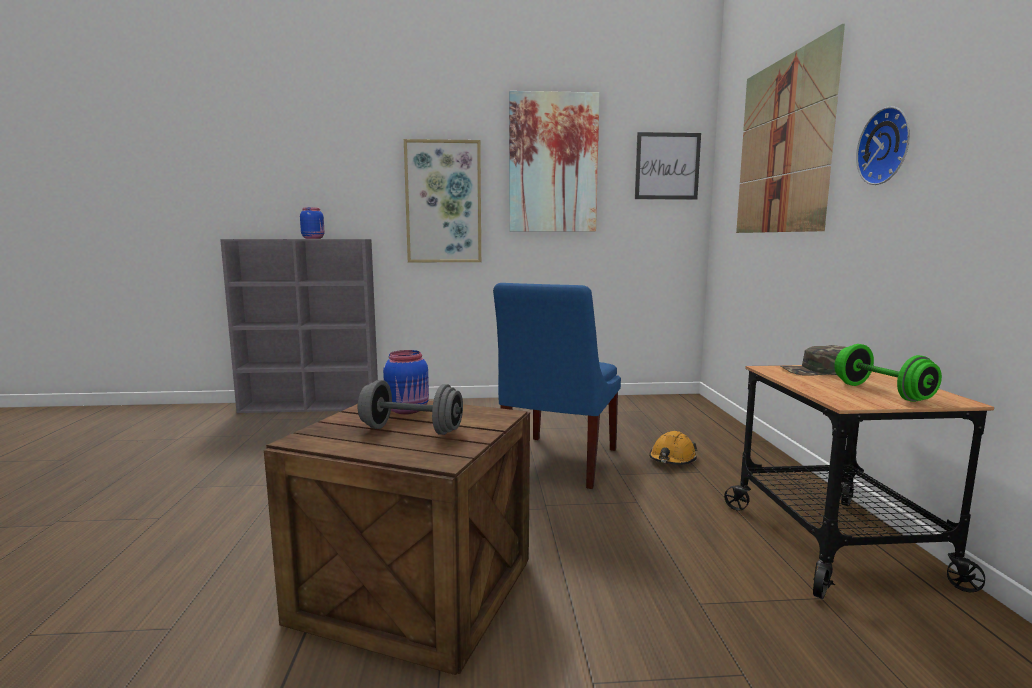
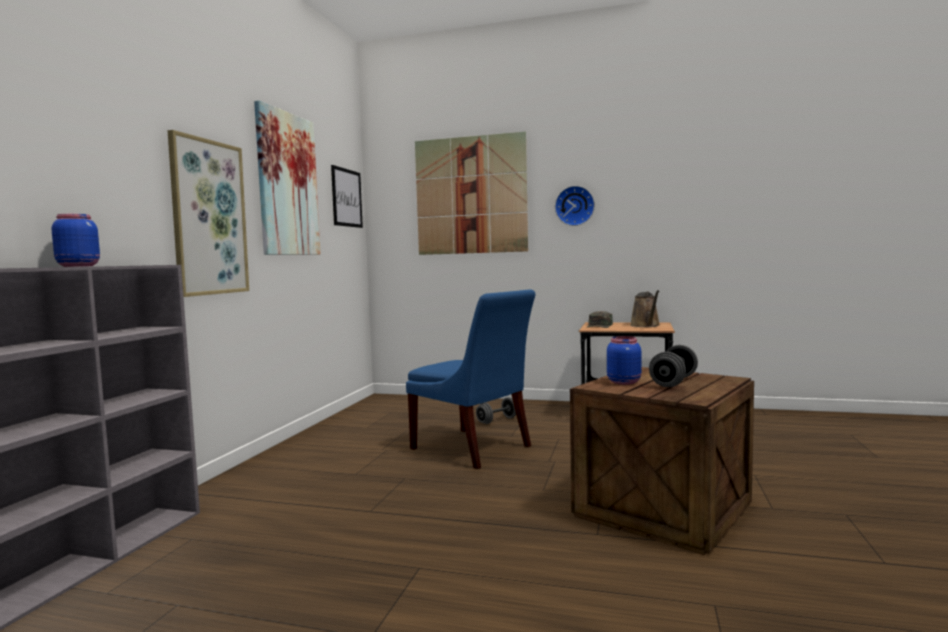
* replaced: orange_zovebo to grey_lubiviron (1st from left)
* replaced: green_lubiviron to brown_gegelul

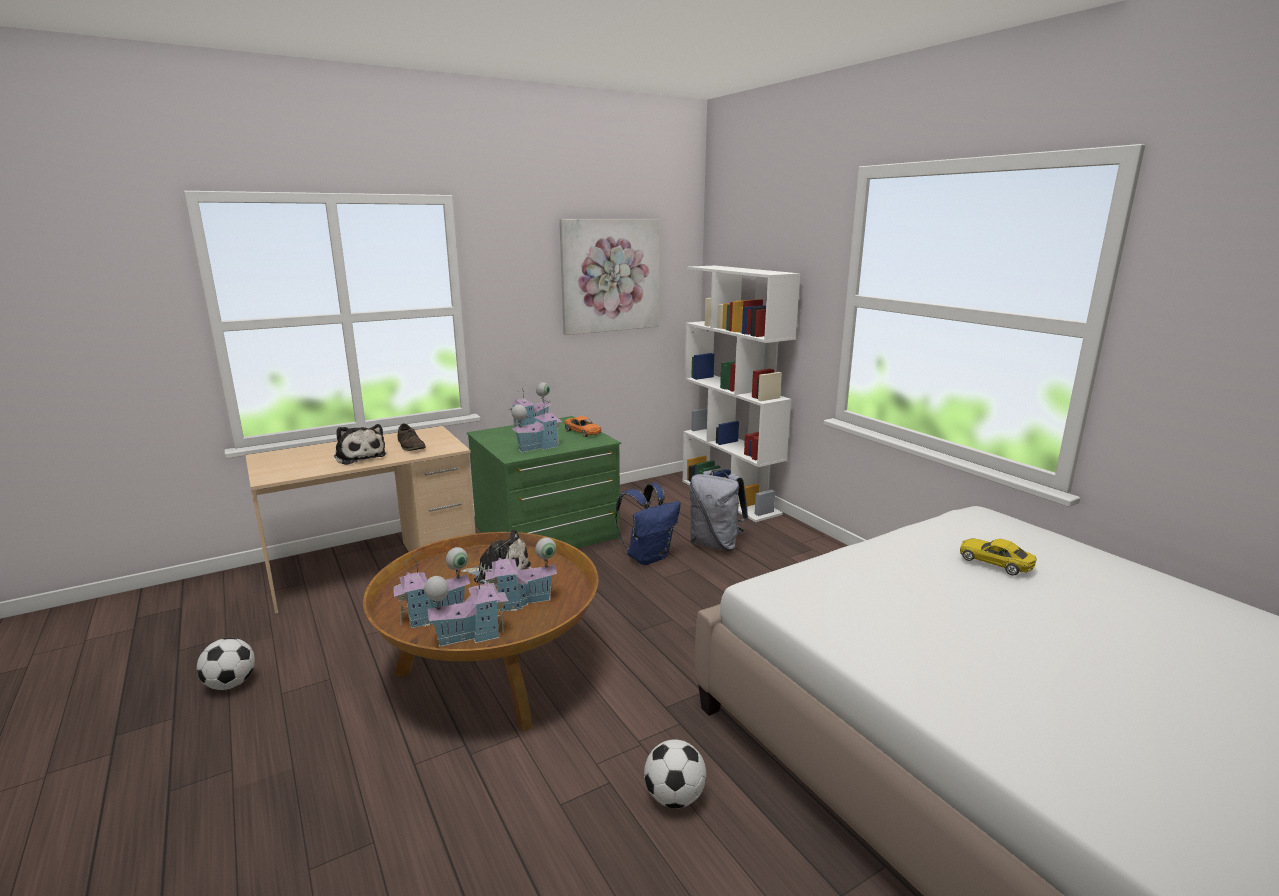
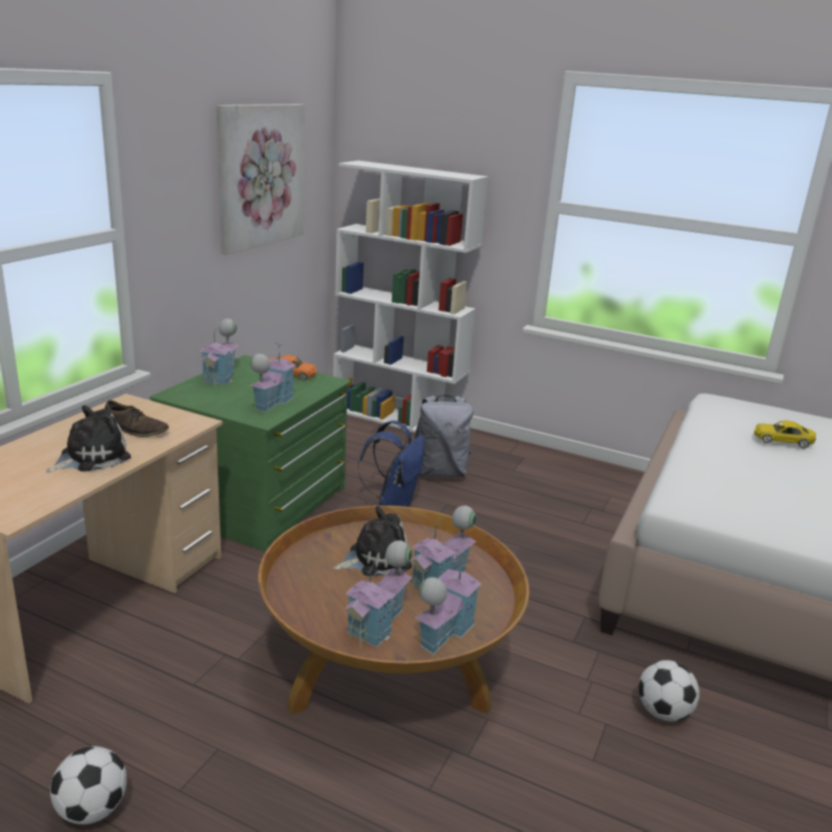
* turned: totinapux (1st from left) 60 degrees counterclockwise

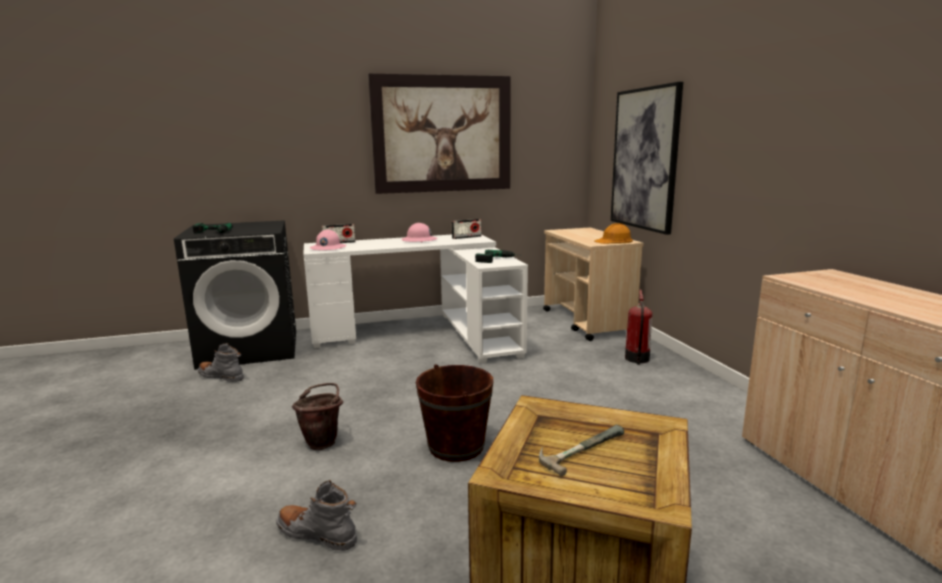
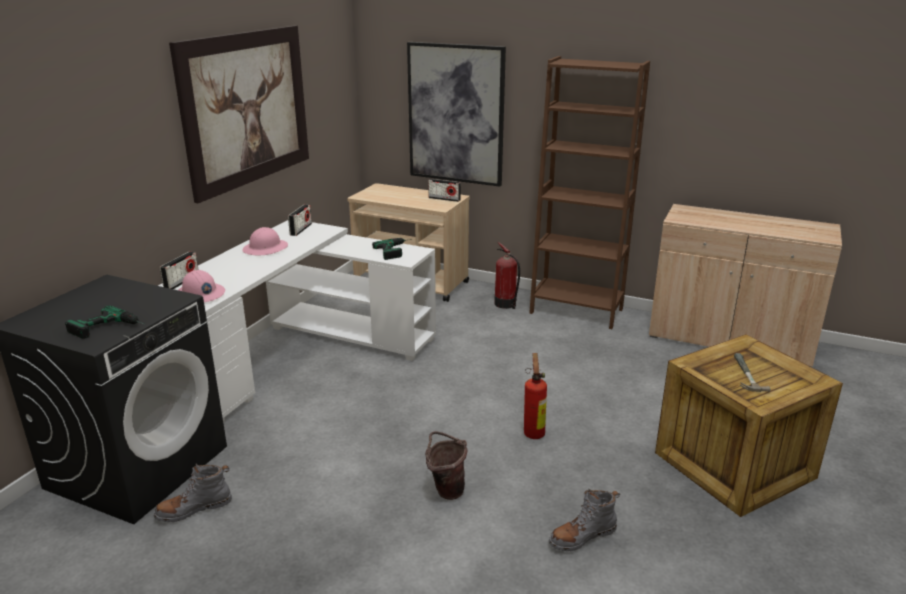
* replaced: orange_zovebo to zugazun (3rd from left)
* replaced: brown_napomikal (2nd from left) to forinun (2nd from left)
* added: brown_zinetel

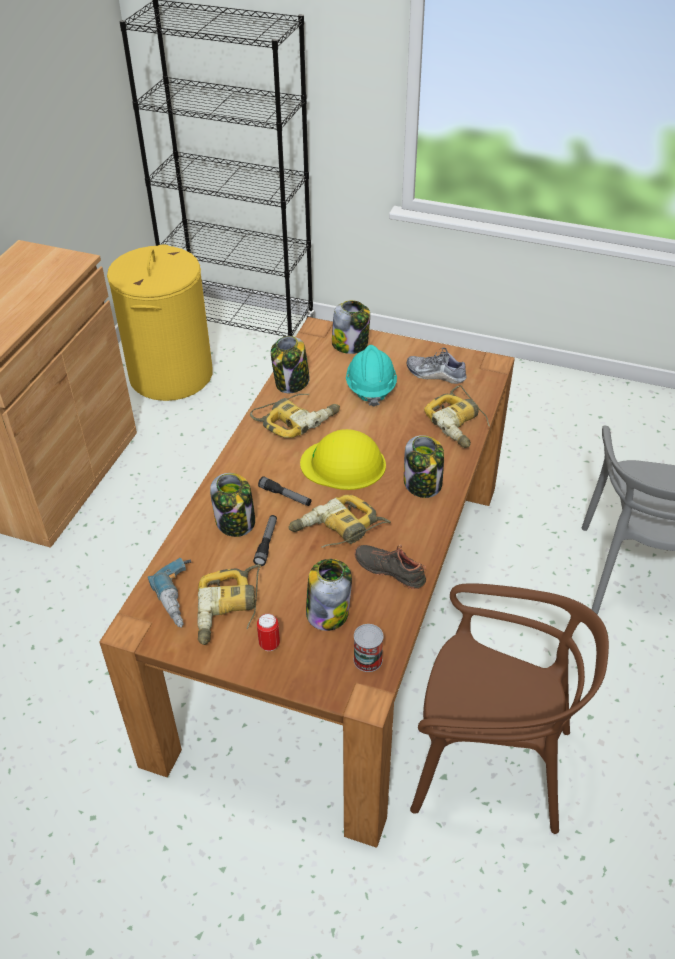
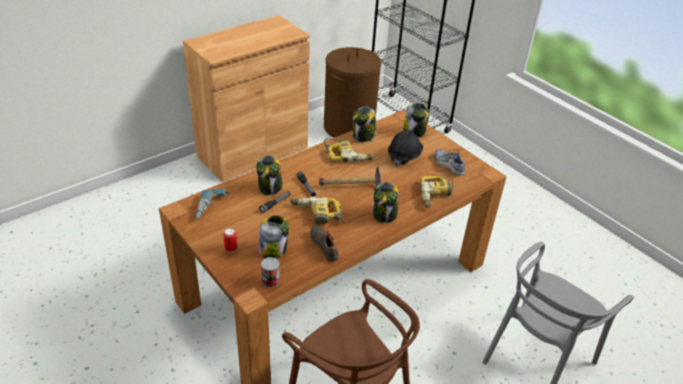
* replaced: yellow_zovebo to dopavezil
* recoloured: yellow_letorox to brown_letorox
* recoloured: turquoise_zovebo to black_zovebo
* removed: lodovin (2nd from left)

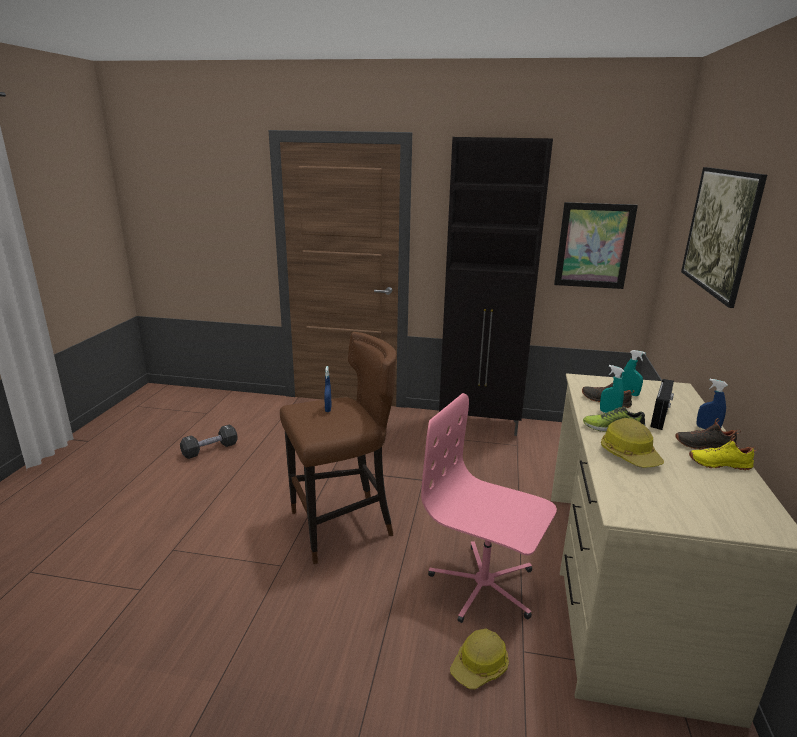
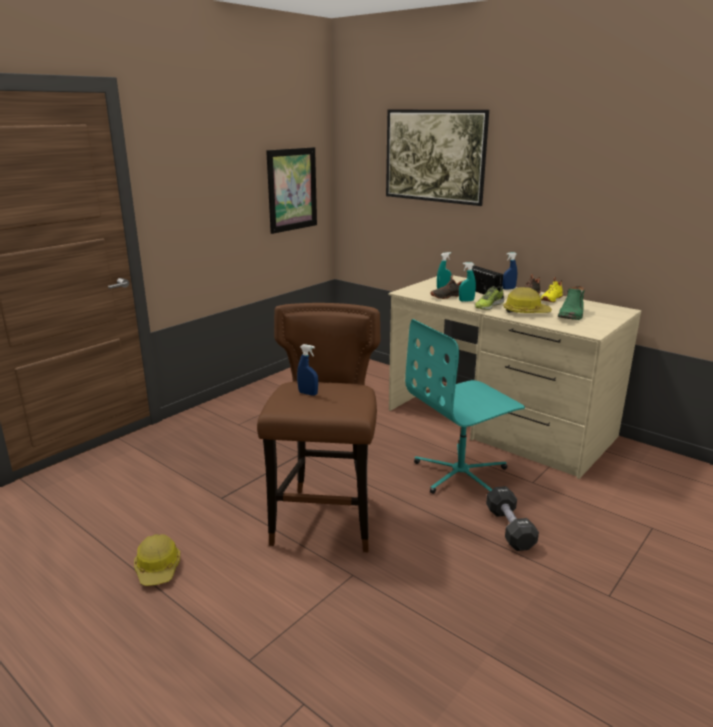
* moved: zovebo (1st from left)
* recoloured: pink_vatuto to turquoise_vatuto
* moved: black_lubiviron
* added: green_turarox
* removed: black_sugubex

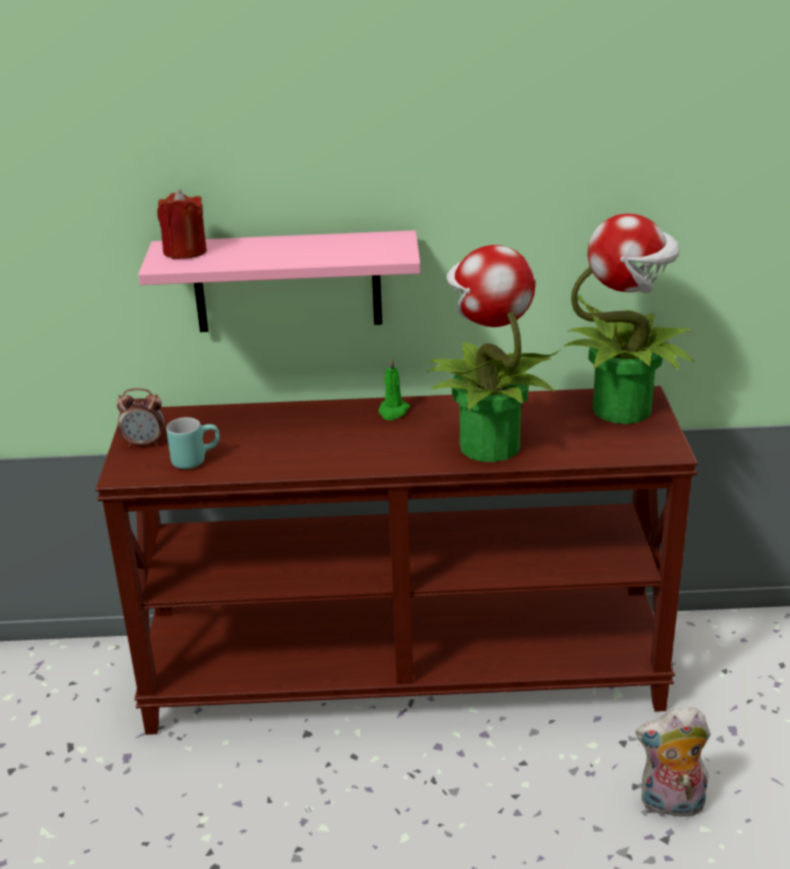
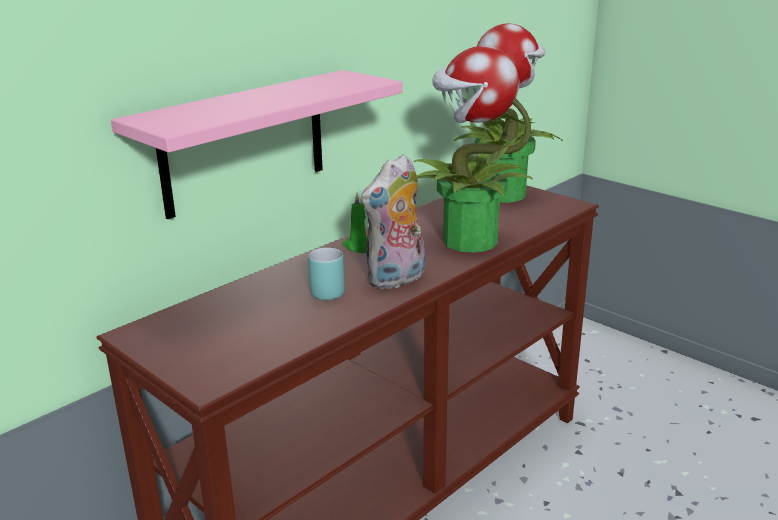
* moved: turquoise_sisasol
* moved: totinapux
* removed: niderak
* removed: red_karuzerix

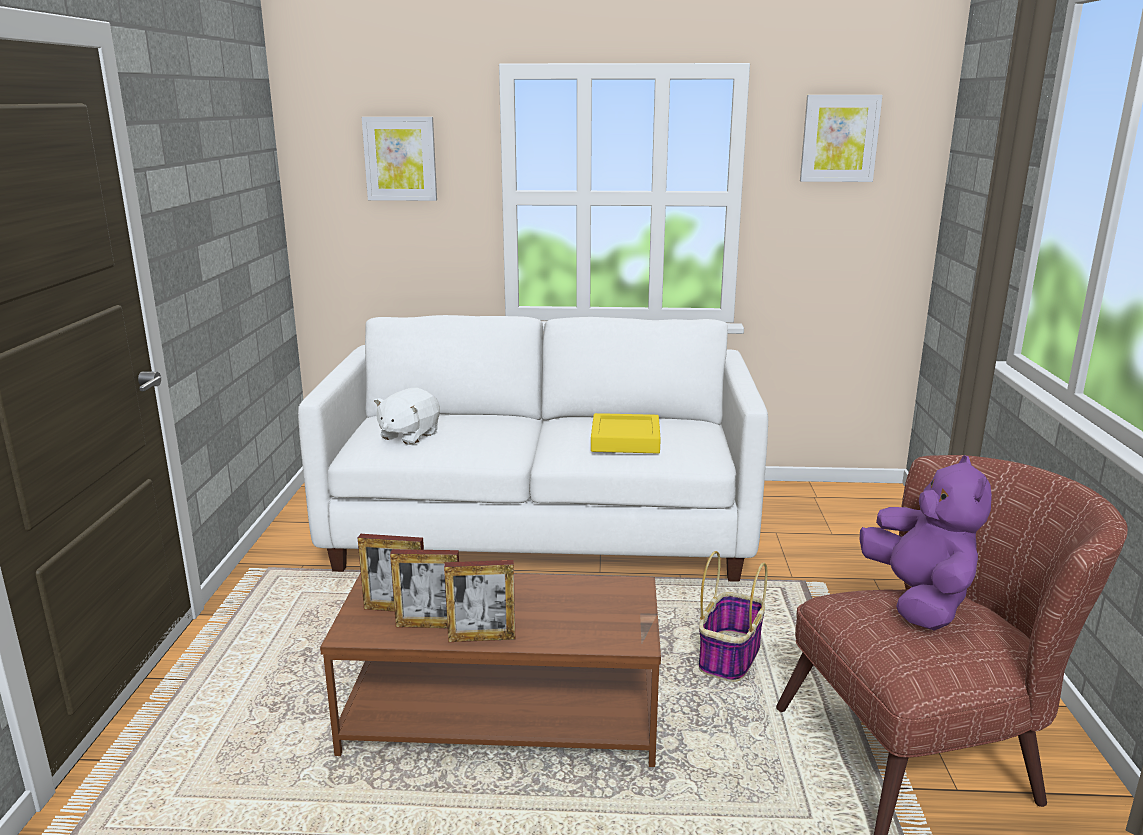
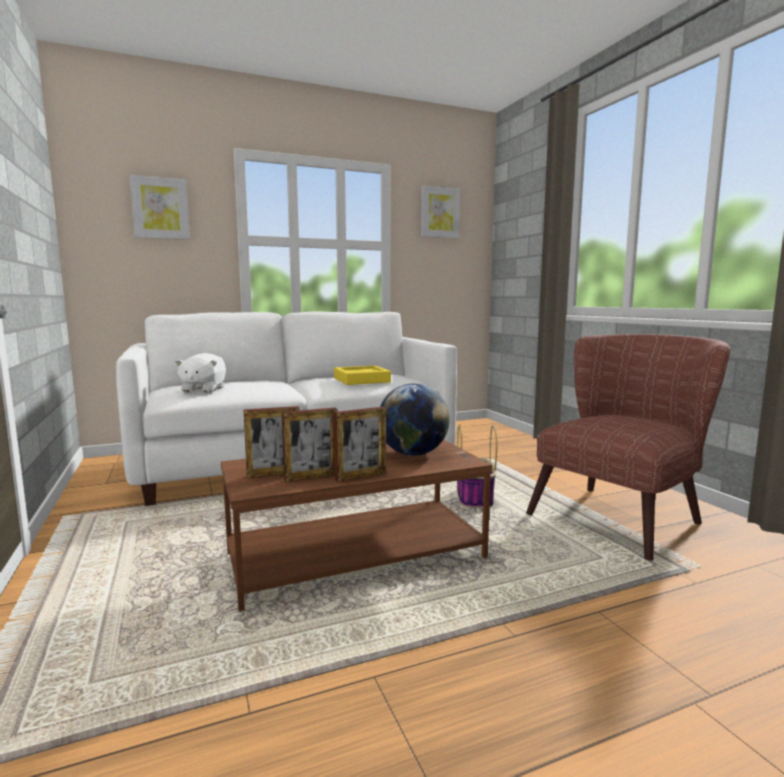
* added: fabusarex
* removed: purple_totinapux

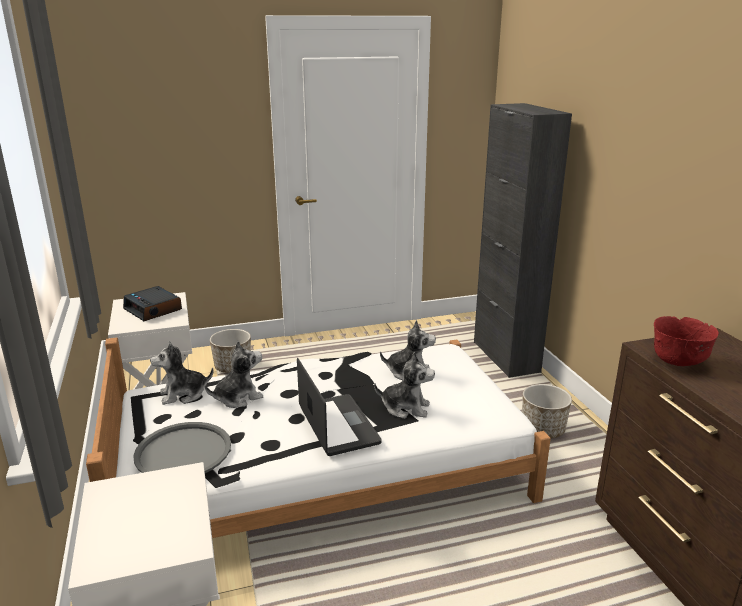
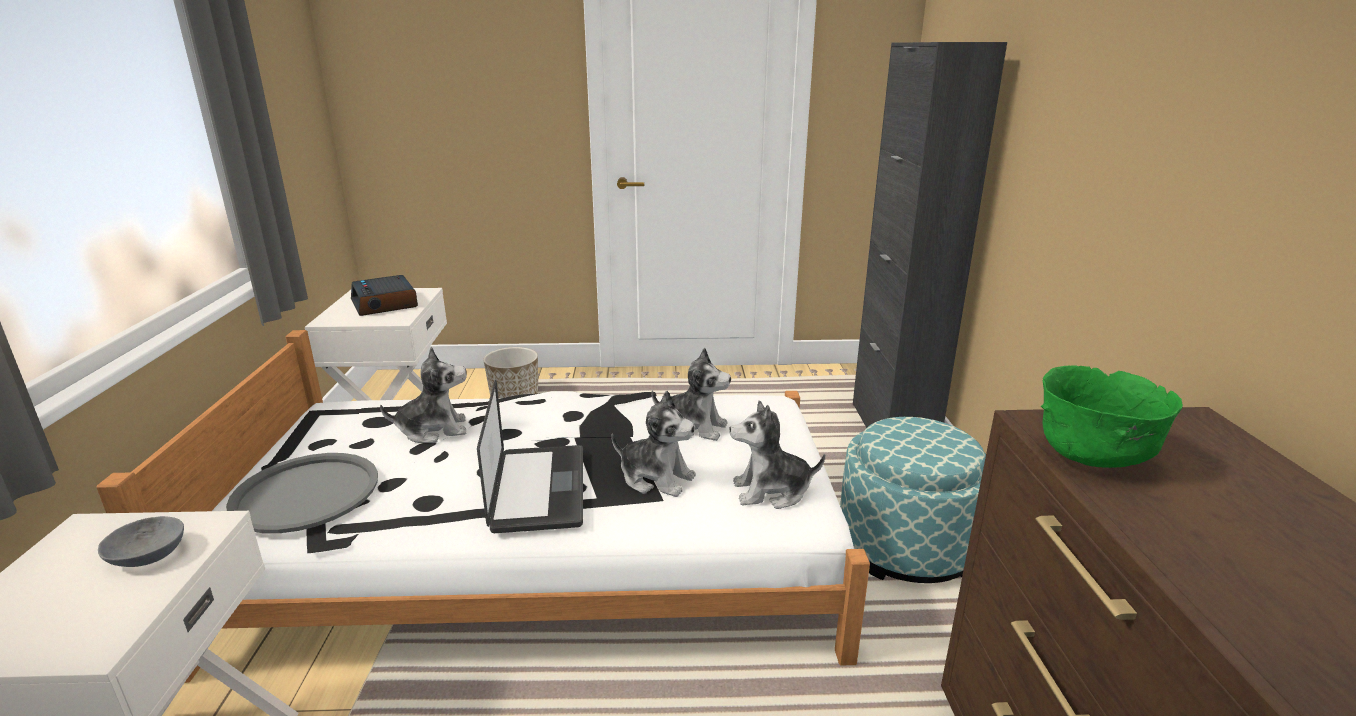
* added: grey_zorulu
* moved: totinapux (1st from left in the first image) to totinapux (4th from left)
* replaced: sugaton (2nd from left) to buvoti
* recoloured: red_zorulu to green_zorulu

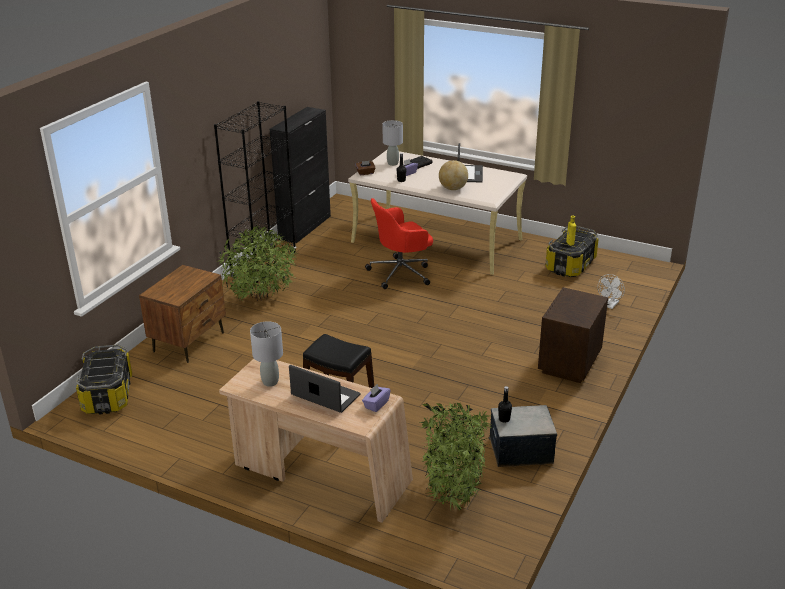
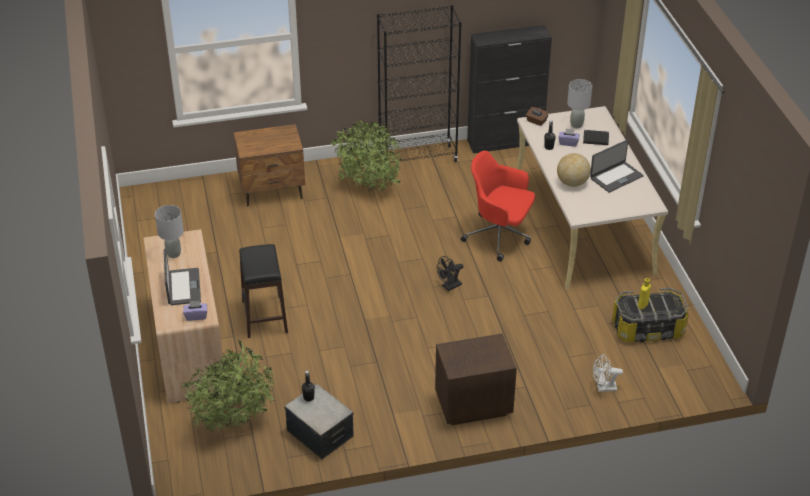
* added: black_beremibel
* removed: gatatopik (1st from left)

